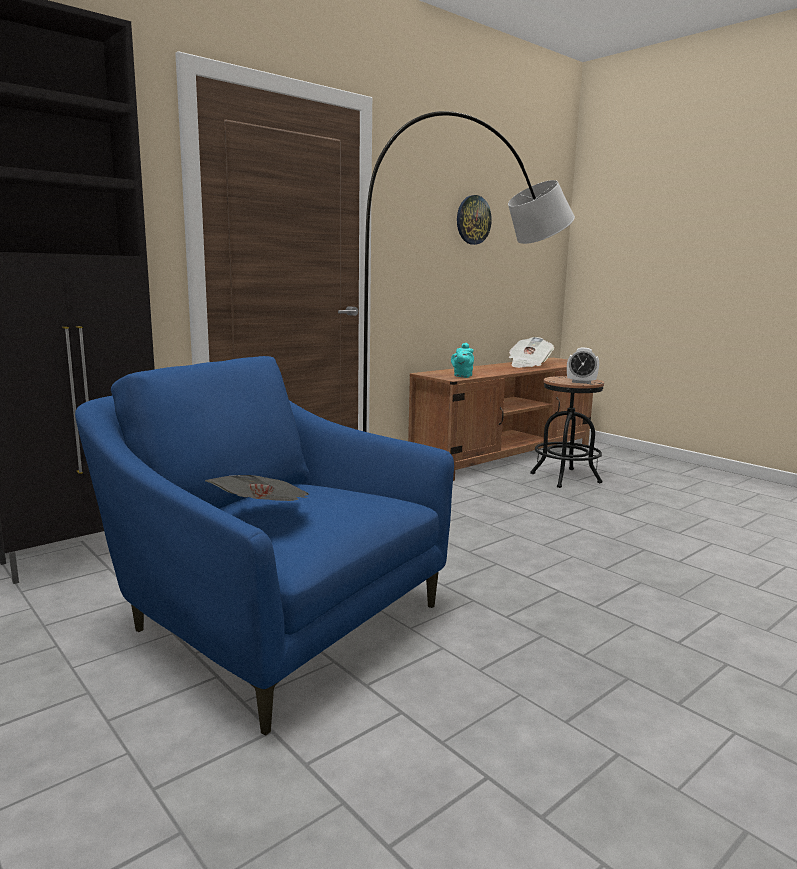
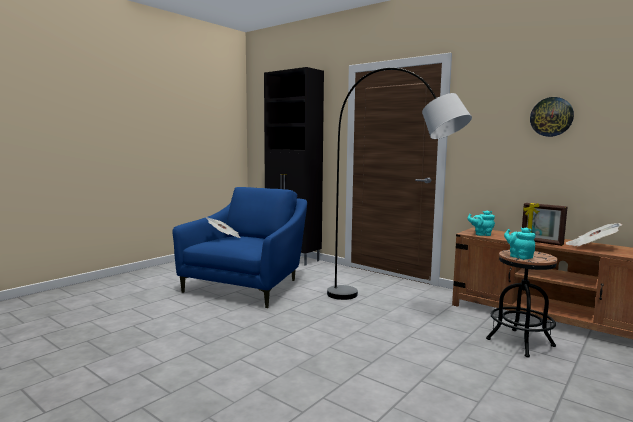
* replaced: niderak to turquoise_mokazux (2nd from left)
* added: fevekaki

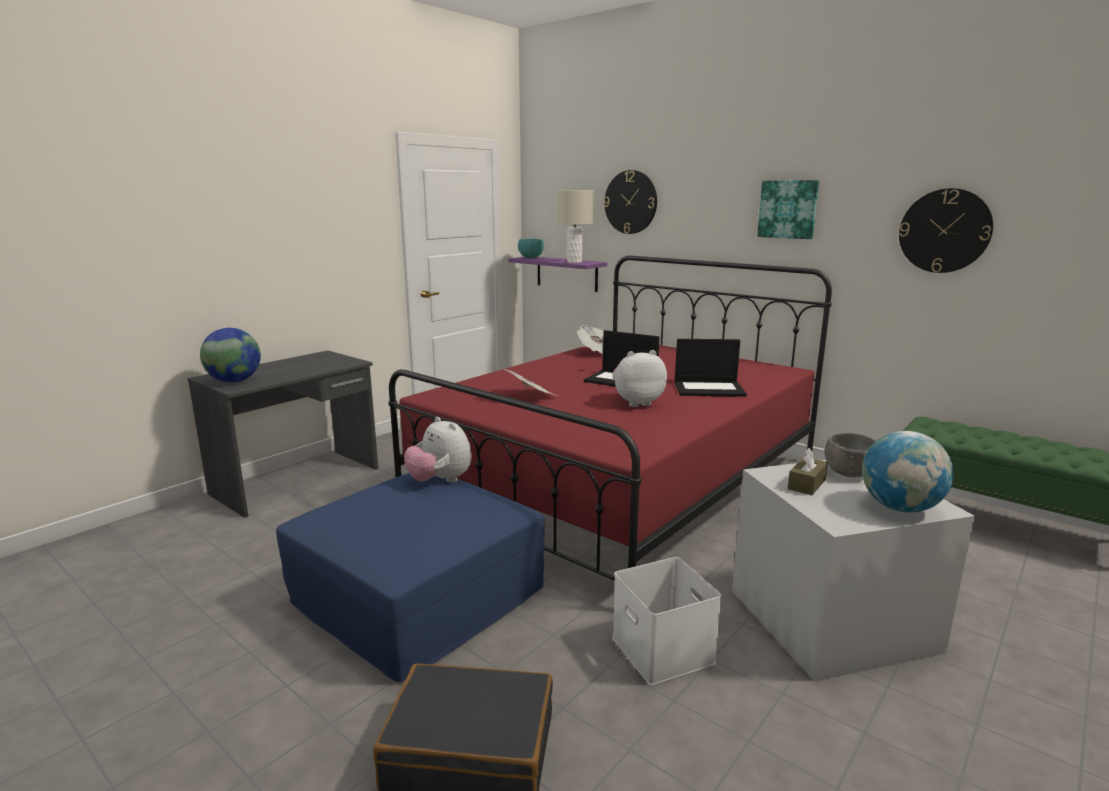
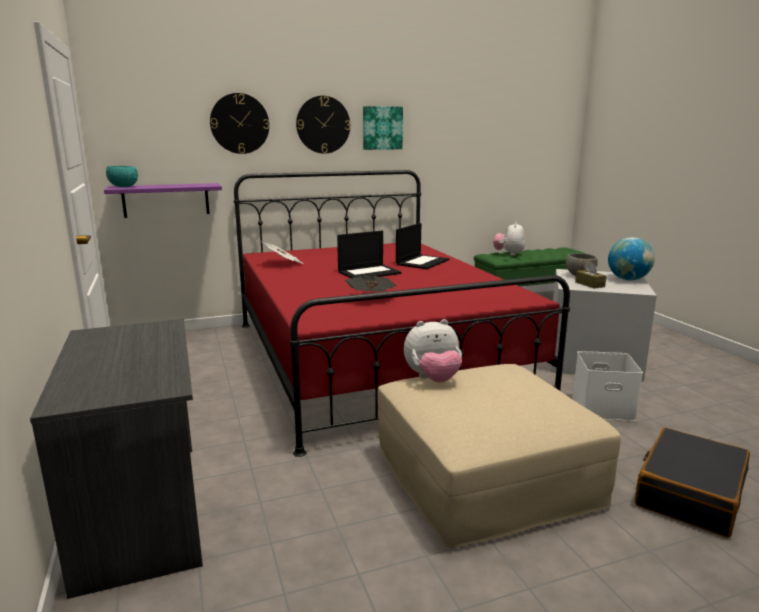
* moved: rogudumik (2nd from left)
* recoloured: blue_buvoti to beige_buvoti
* moved: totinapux (2nd from left)
* removed: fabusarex (1st from left)
* removed: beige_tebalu

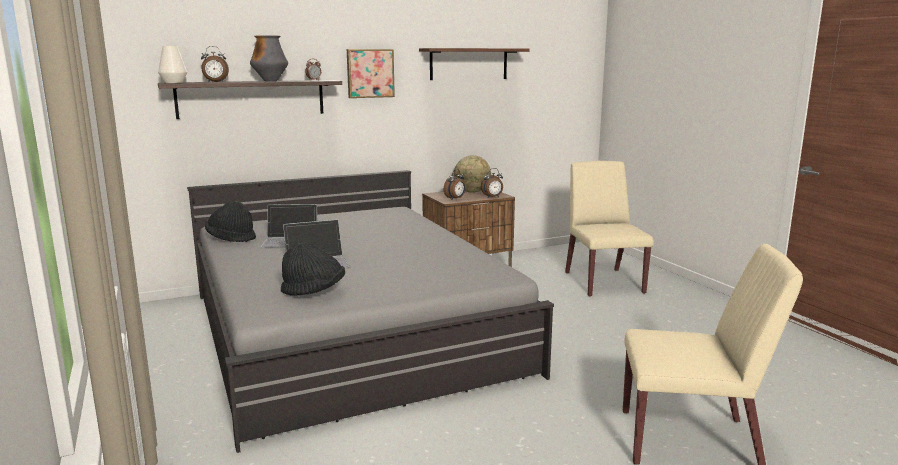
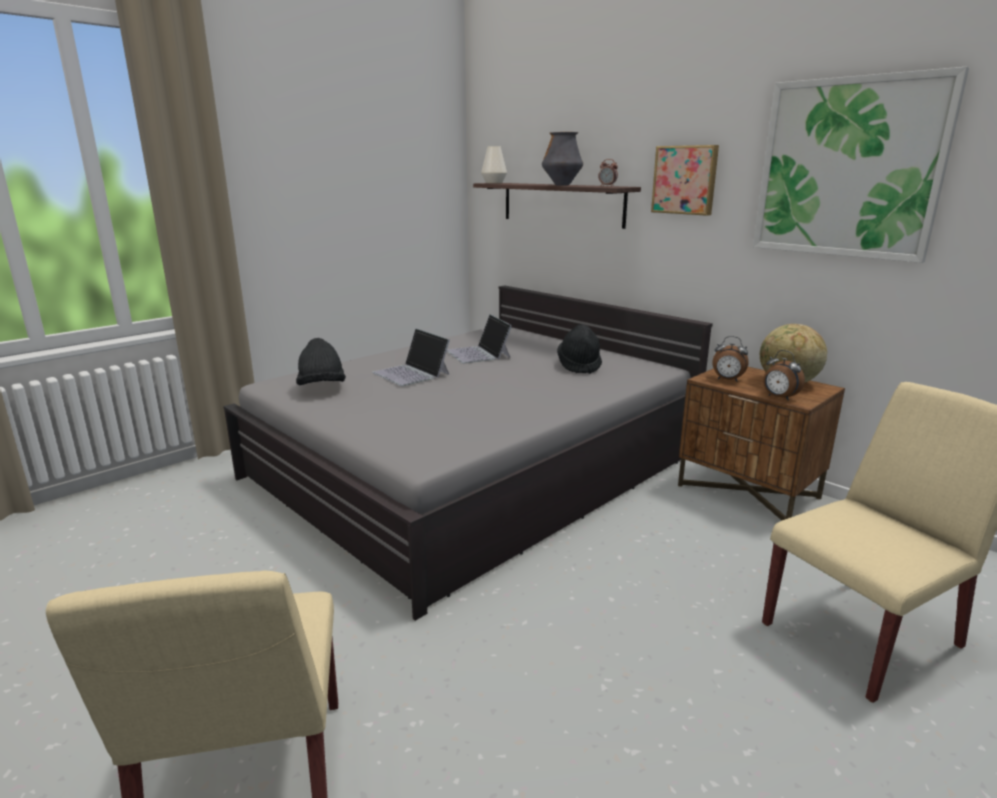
* moved: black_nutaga (1st from left in the first image) to black_nutaga (2nd from left)
* replaced: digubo (2nd from left) to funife (2nd from left)
* removed: niderak (1st from left)

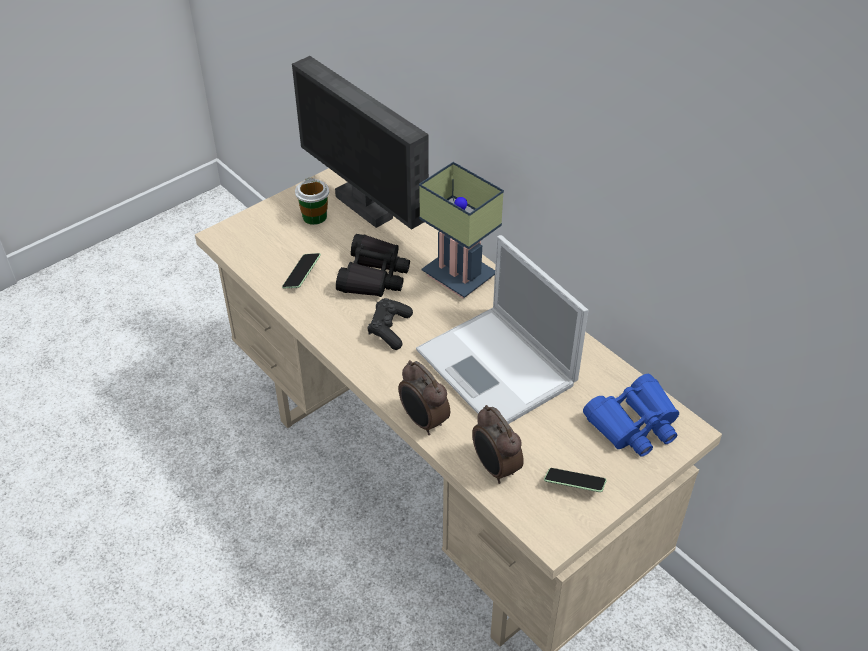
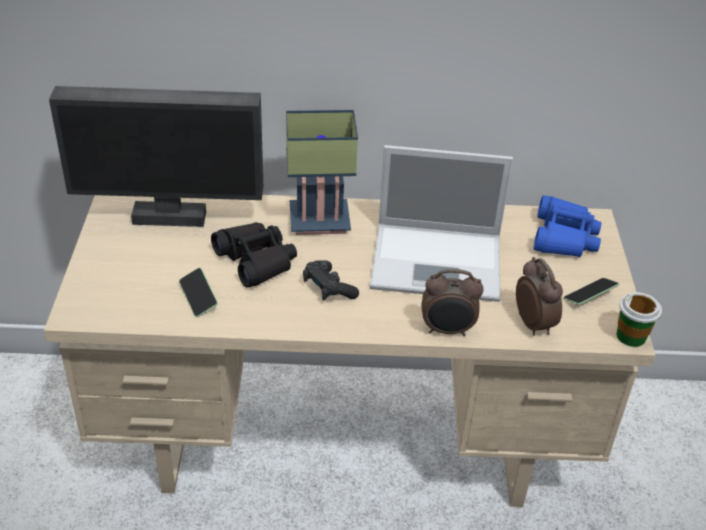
* turned: niderak (2nd from left) 120 degrees counterclockwise
* moved: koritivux

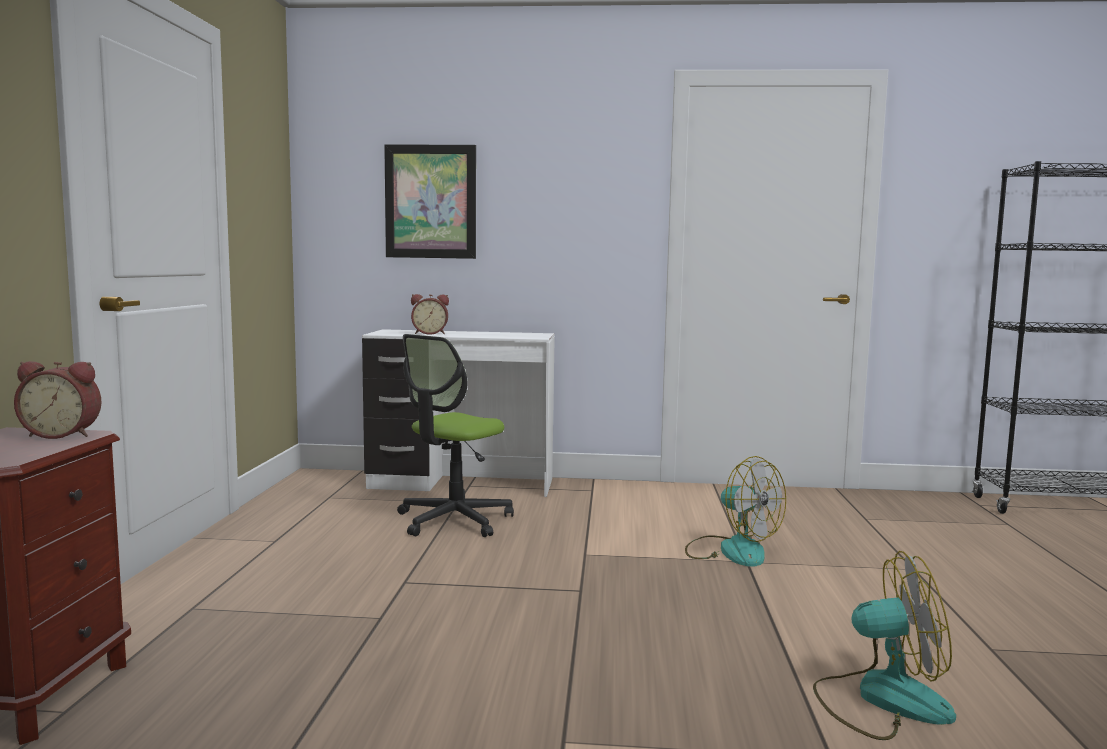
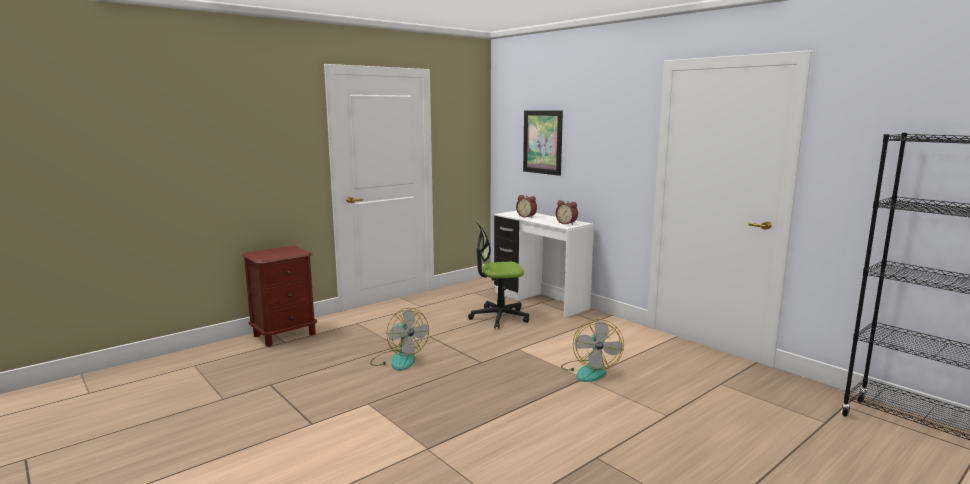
* moved: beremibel (2nd from left in the first image) to beremibel (1st from left)
* moved: niderak (1st from left in the first image) to niderak (2nd from left)

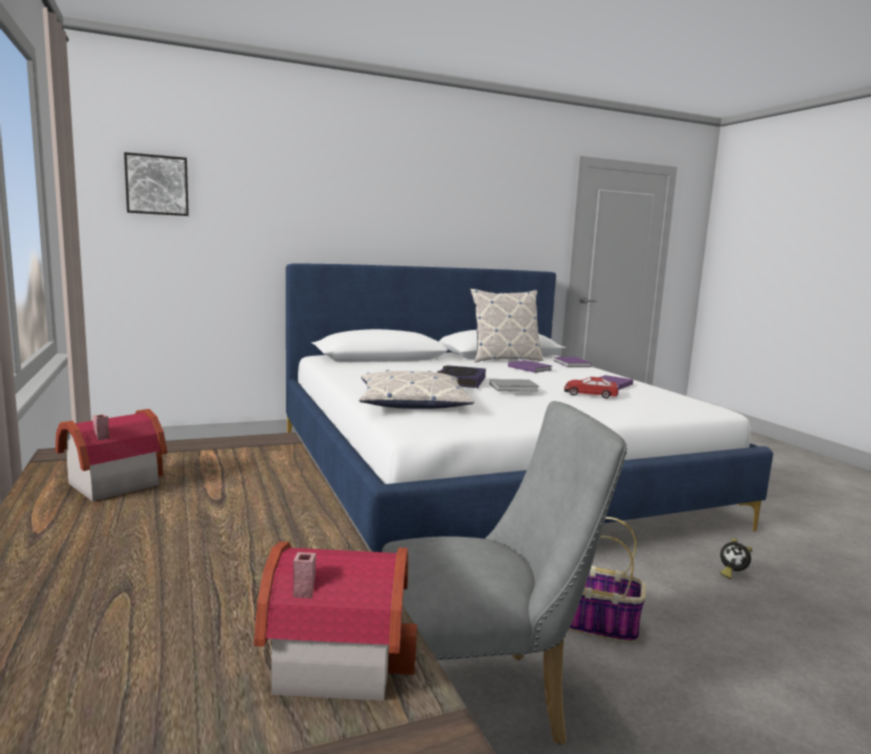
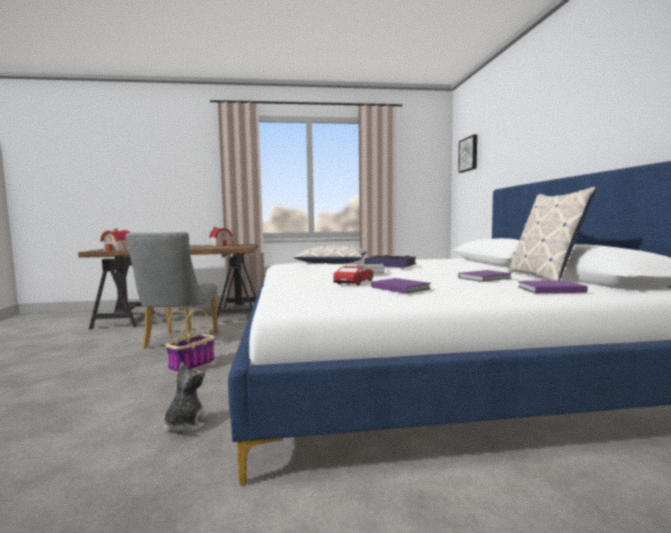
* replaced: niderak to totinapux

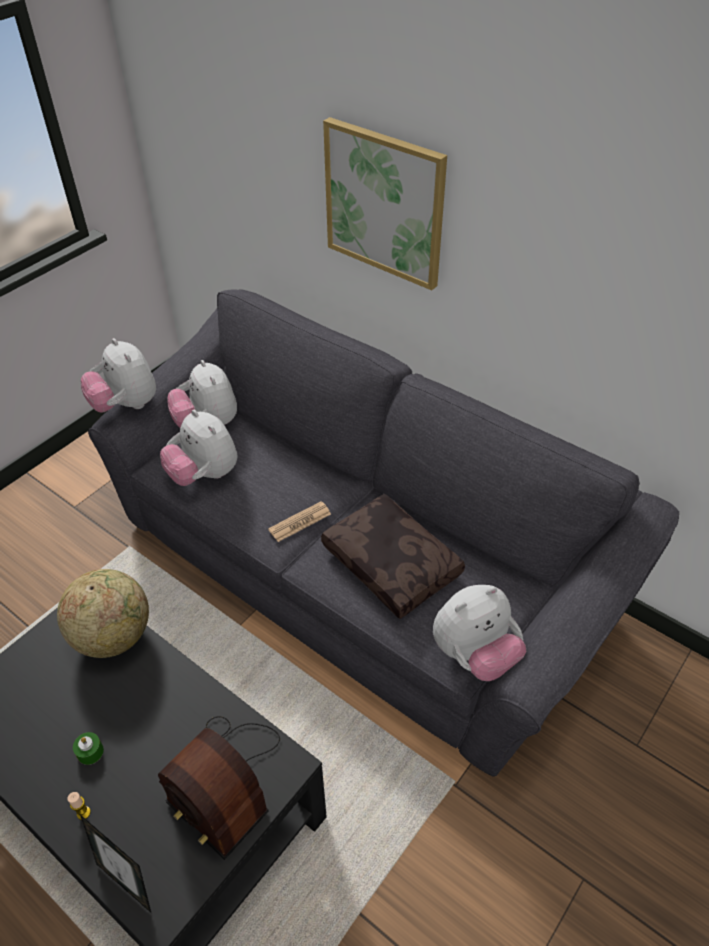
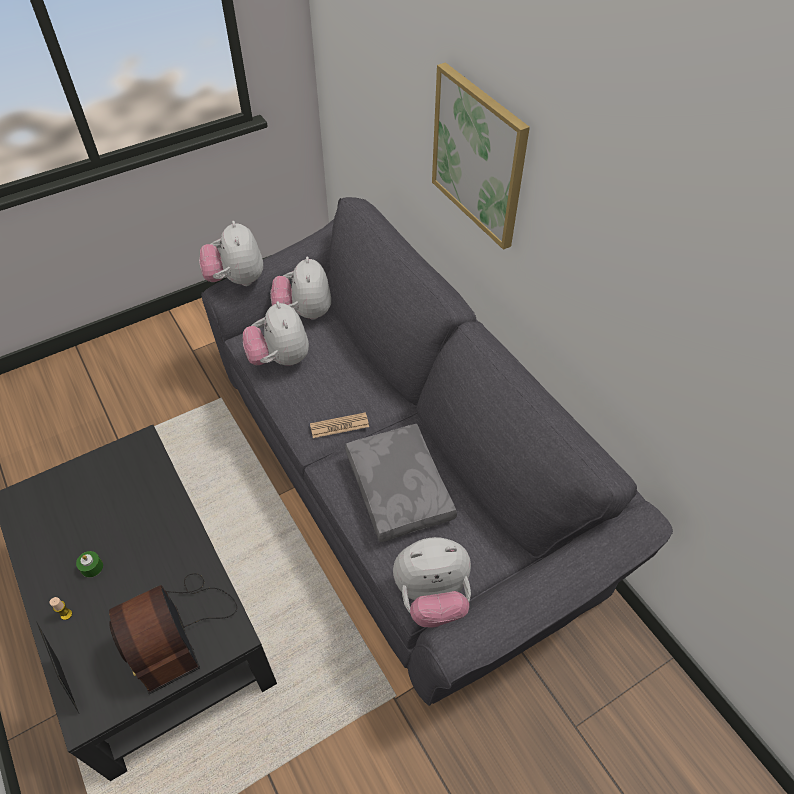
* recoloured: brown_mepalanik to grey_mepalanik
* removed: fabusarex

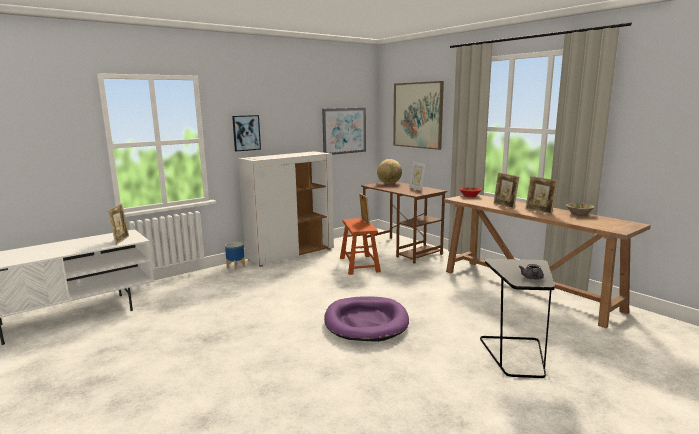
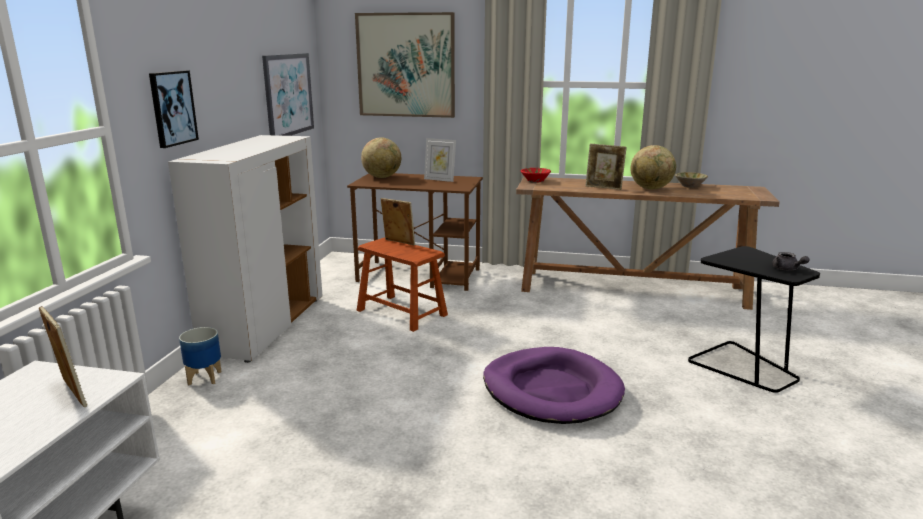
* replaced: fevekaki (5th from left) to fabusarex (2nd from left)

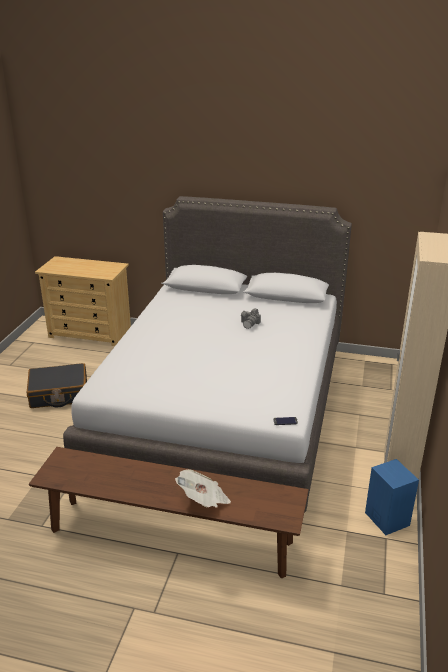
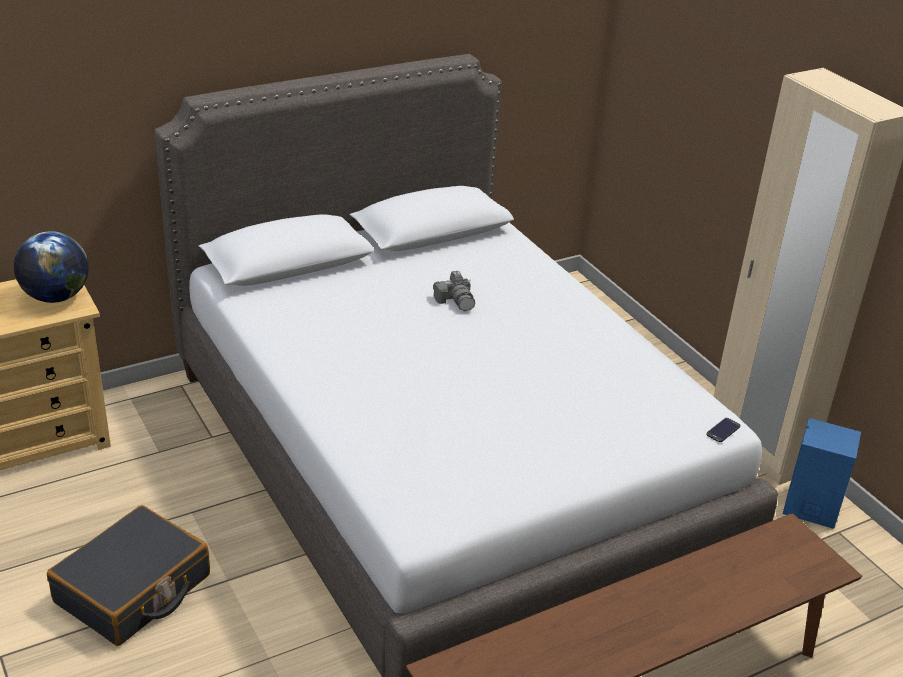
* added: fabusarex
* removed: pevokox

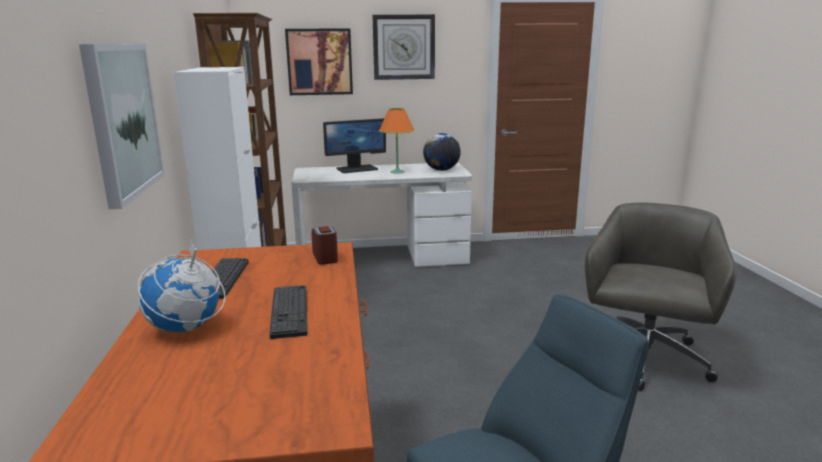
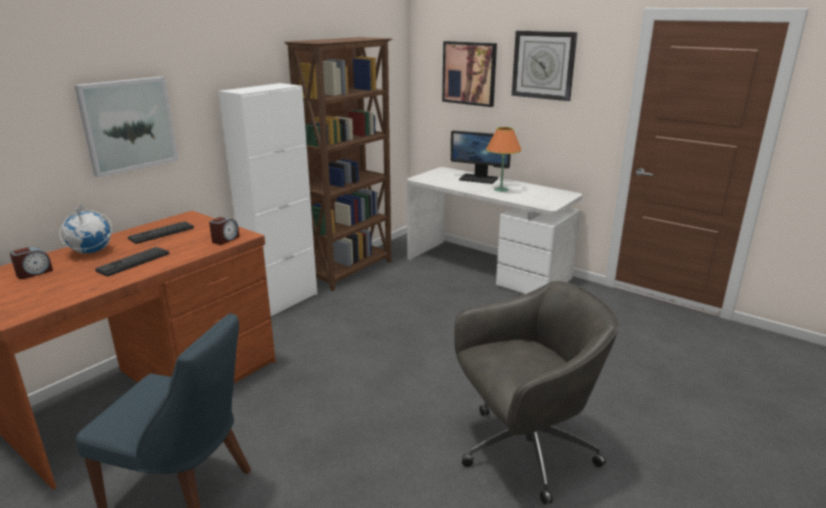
* added: niderak (1st from left)
* removed: fabusarex (2nd from left)

